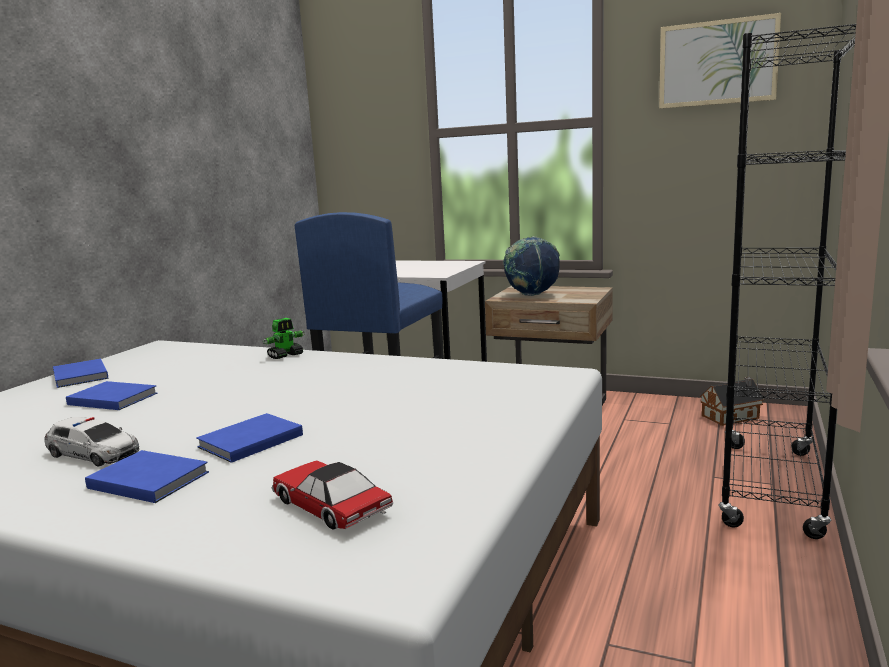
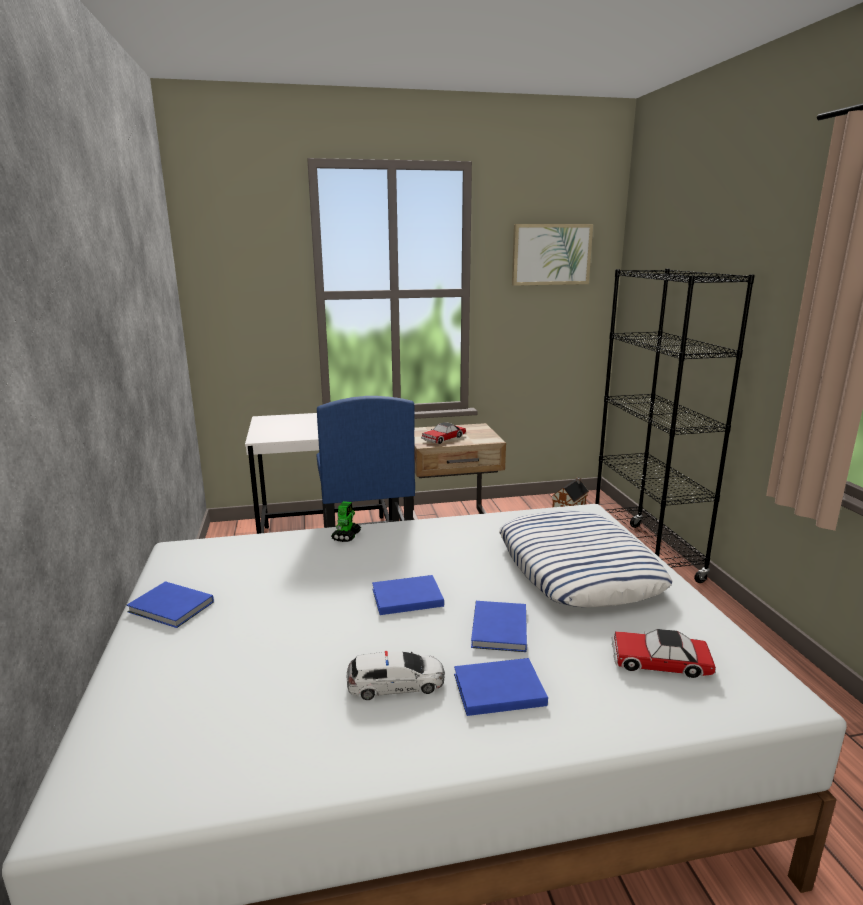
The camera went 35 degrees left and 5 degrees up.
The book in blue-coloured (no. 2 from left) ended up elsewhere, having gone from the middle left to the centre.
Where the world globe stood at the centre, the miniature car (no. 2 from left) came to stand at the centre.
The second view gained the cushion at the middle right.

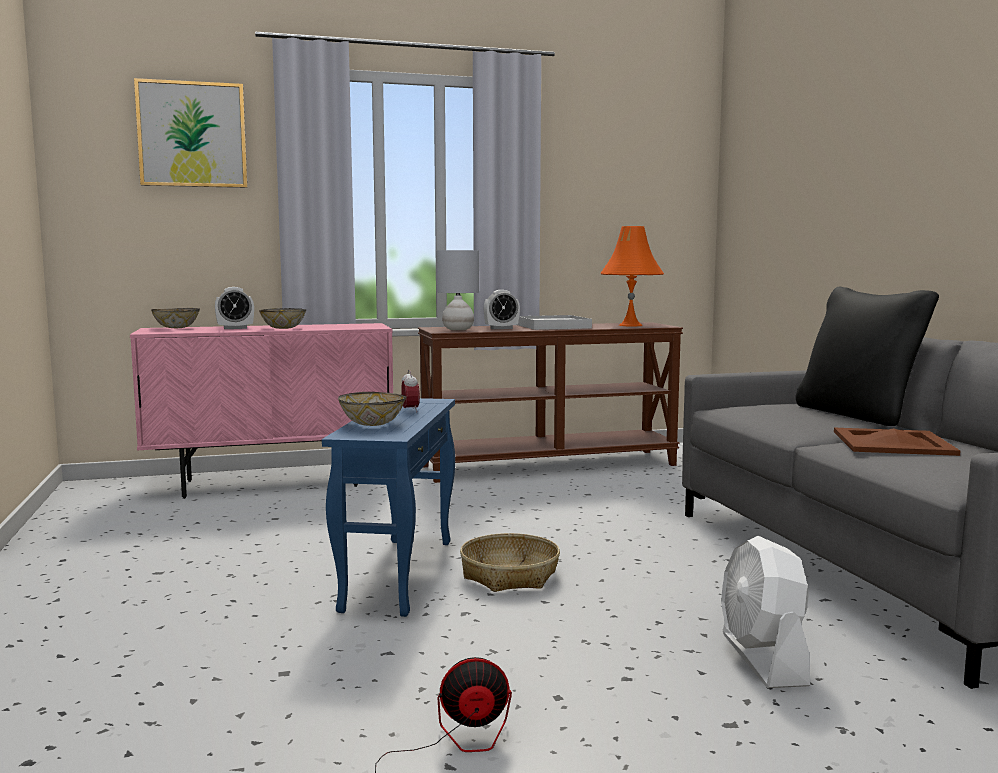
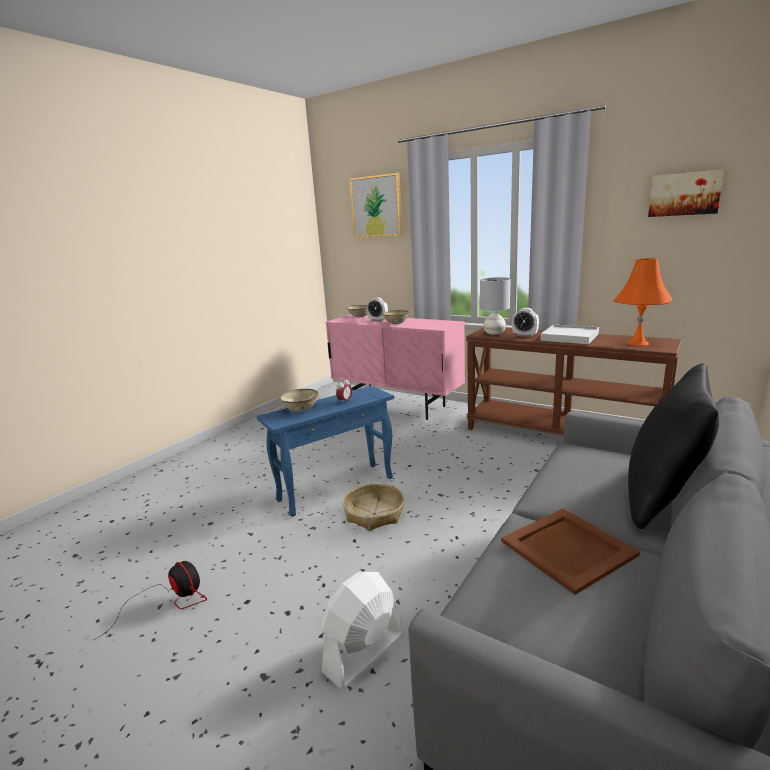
The camera went 50 degrees right and 10 degrees up.
The second view gained the picture (no. 2 from left) at the top right.

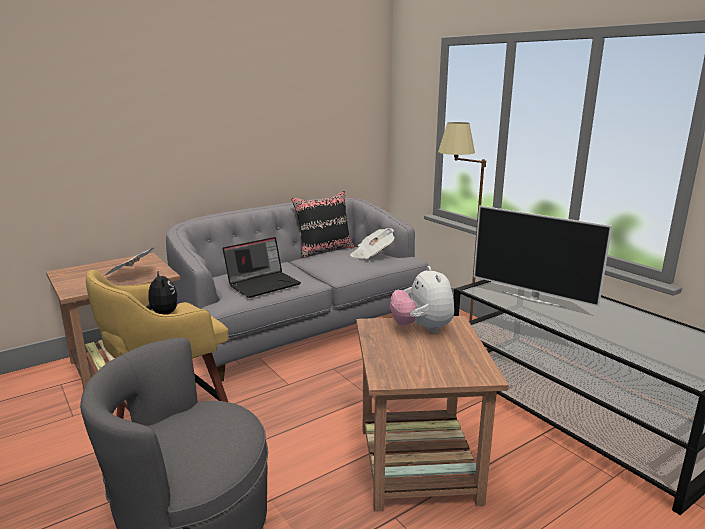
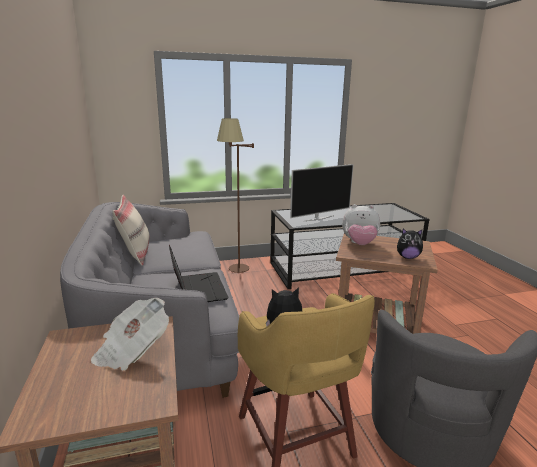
The camera went 70 degrees left and 0 degrees up.
What was the cushion in black at the centre turned into the cushion in beige at the middle left.
The second view gained the soft toy (no. 3 from left) at the middle right.
The second view lost the printed paper (no. 2 from left) at the centre.

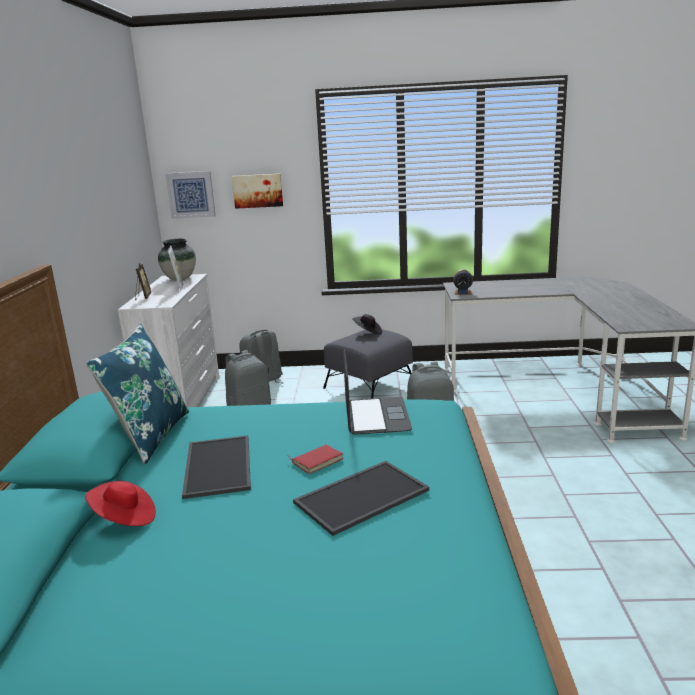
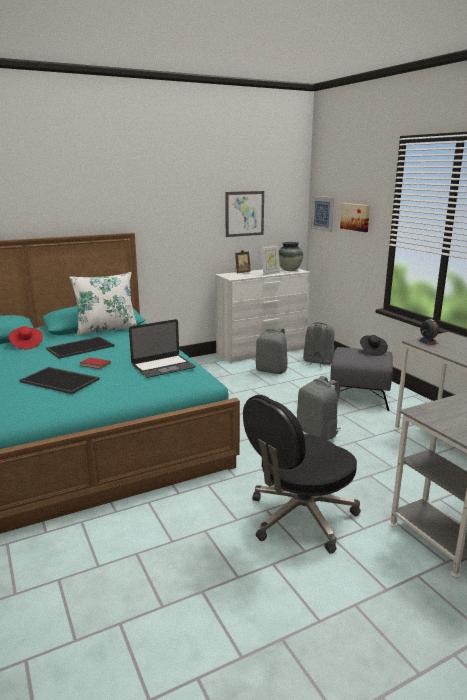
The camera went 60 degrees right and 0 degrees up.
What was the cushion in blue-coloured at the middle left turned into the cushion in white-coloured at the middle left.
The second view gained the picture (no. 1 from left) at the top centre.
The second view gained the desk chair in black at the bottom centre.

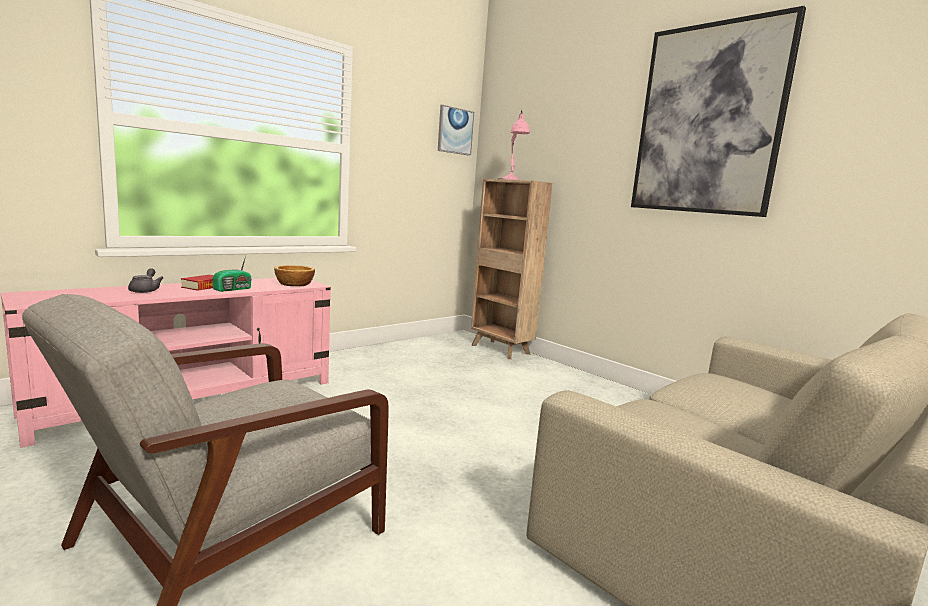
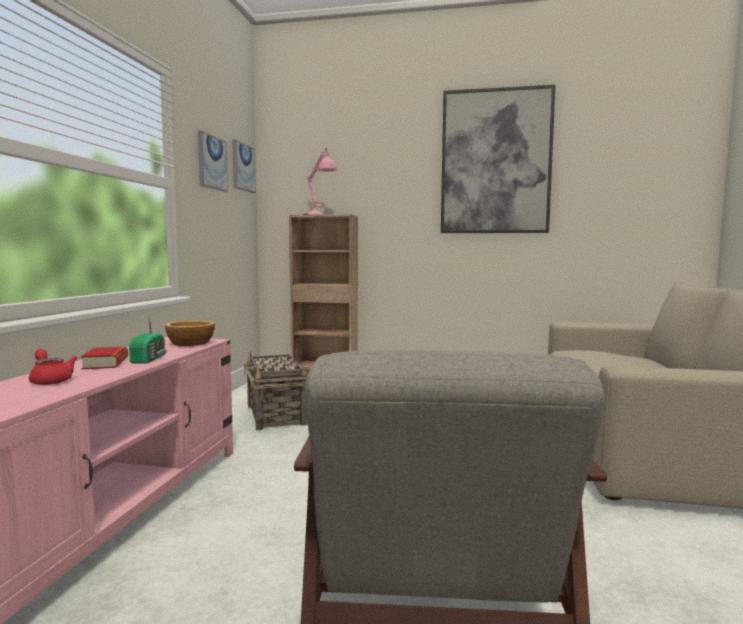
The camera went 35 degrees left and 5 degrees down.
What was the pot for tea in greyish at the middle left turned into the pot for tea in red-coloured at the middle left.
The second view gained the picture (no. 1 from left) at the top left.
The second view gained the basket at the centre.

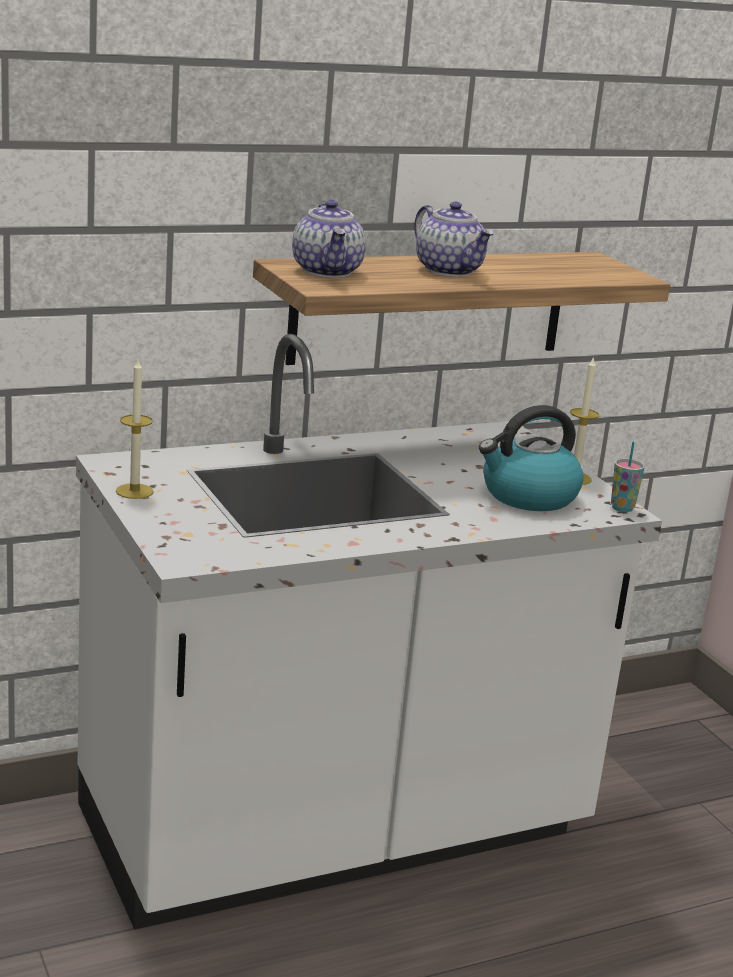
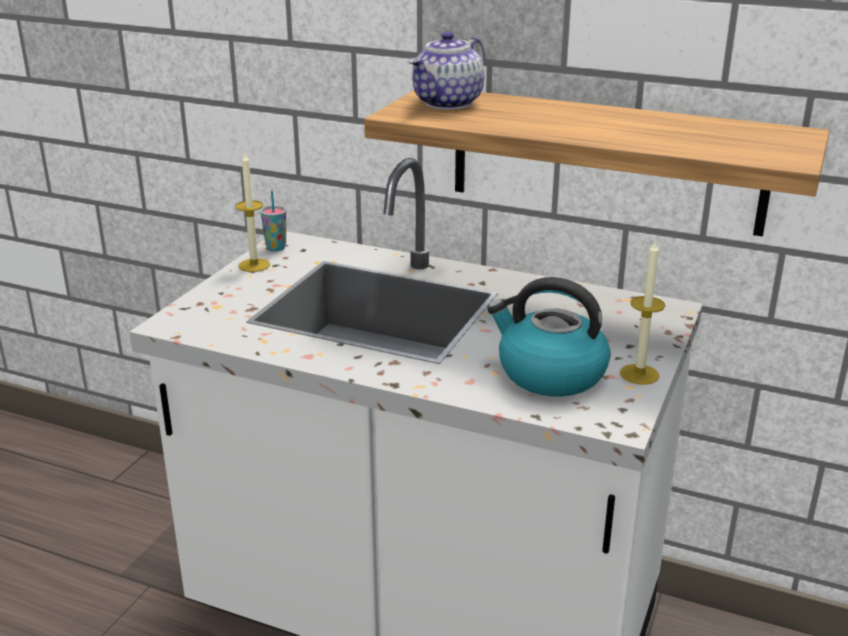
The camera went 50 degrees right and 5 degrees up.
The drinking cup ended up elsewhere, having gone from the middle right to the middle left.
The second view lost the pot for tea (no. 2 from left) at the top centre.

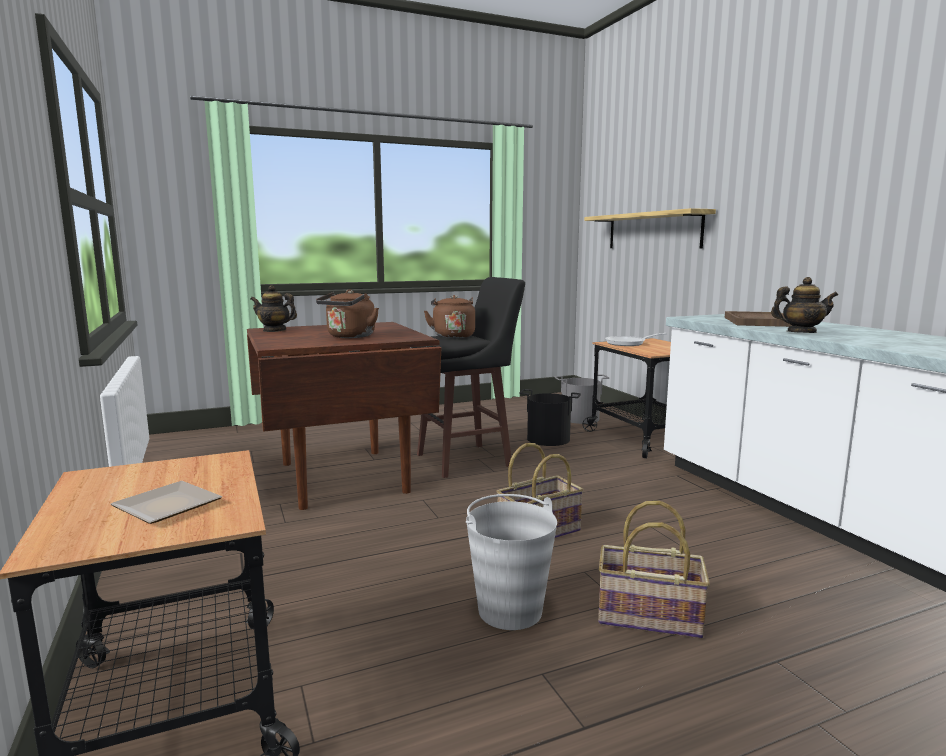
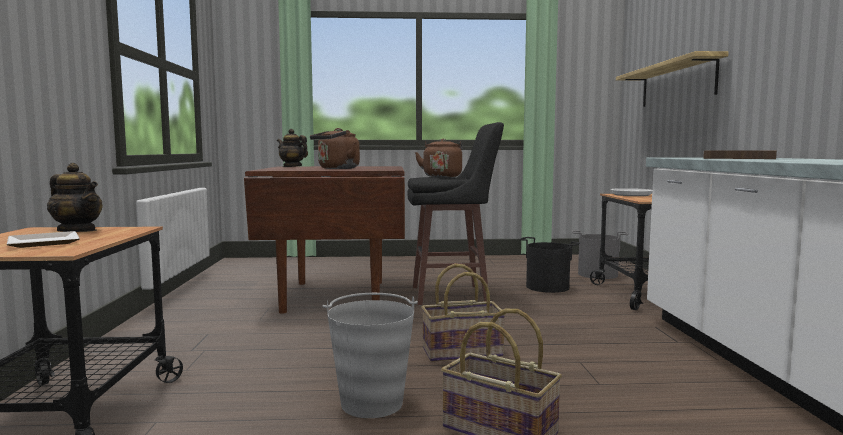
The camera went 20 degrees right and 5 degrees down.
The pot for tea (no. 2 from left in the first image) ended up elsewhere, having gone from the middle right to the middle left.

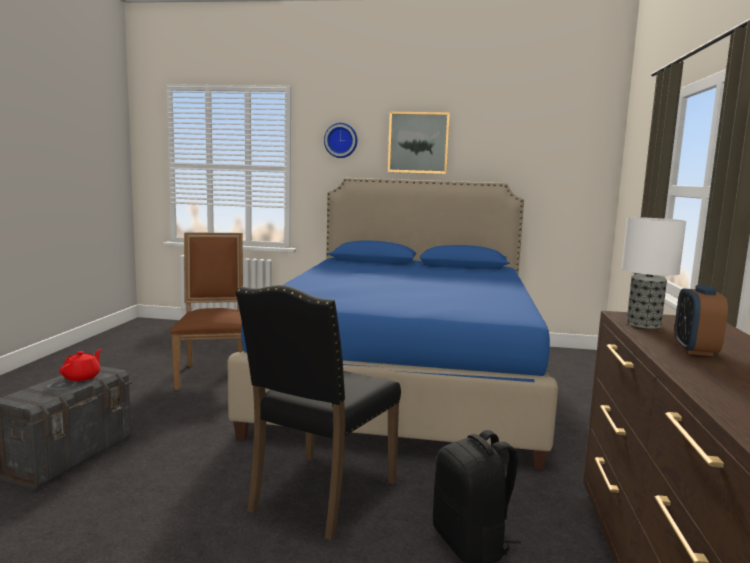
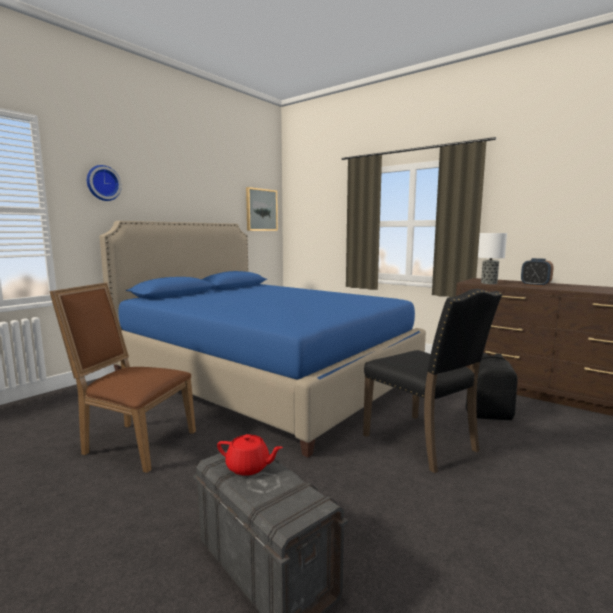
The camera went 60 degrees left and 0 degrees up.
The pot for tea in red-coloured at the middle left ended up facing another way, 150 degrees clockwise from before.
The picture ended up elsewhere, having gone from the top centre to the centre.

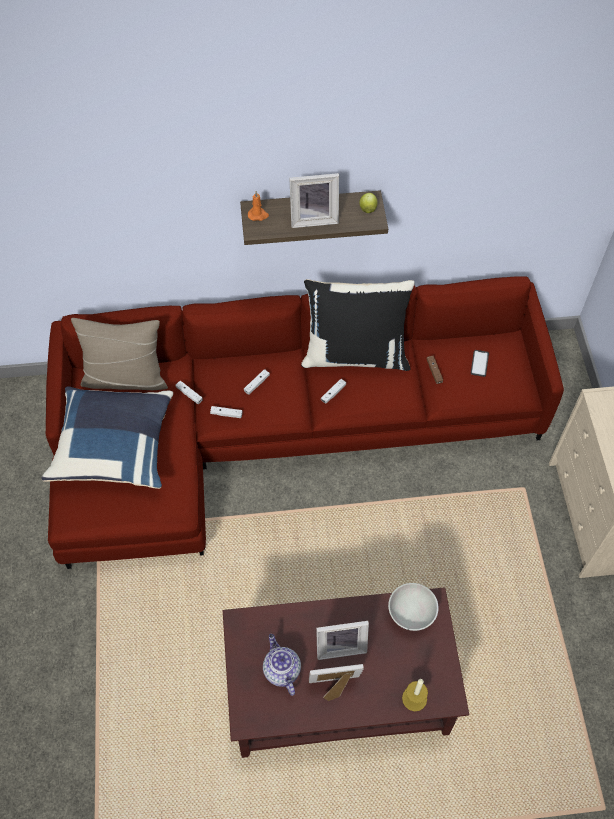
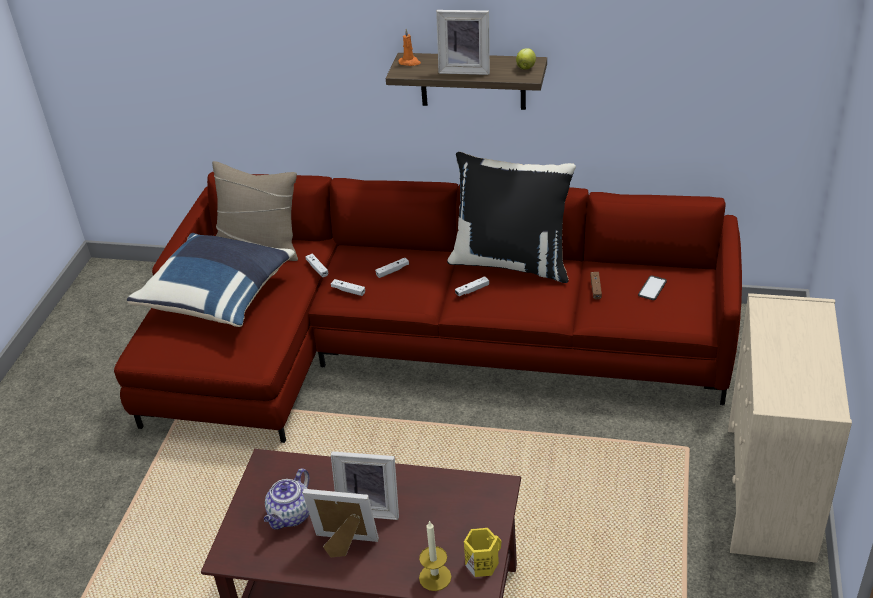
The camera went 20 degrees right and 20 degrees down.
The pot for tea at the bottom centre ended up facing another way, 150 degrees counterclockwise from before.
The second view gained the tea mug in yellow at the bottom centre.
The second view lost the deep dish in white-coloured at the bottom right.

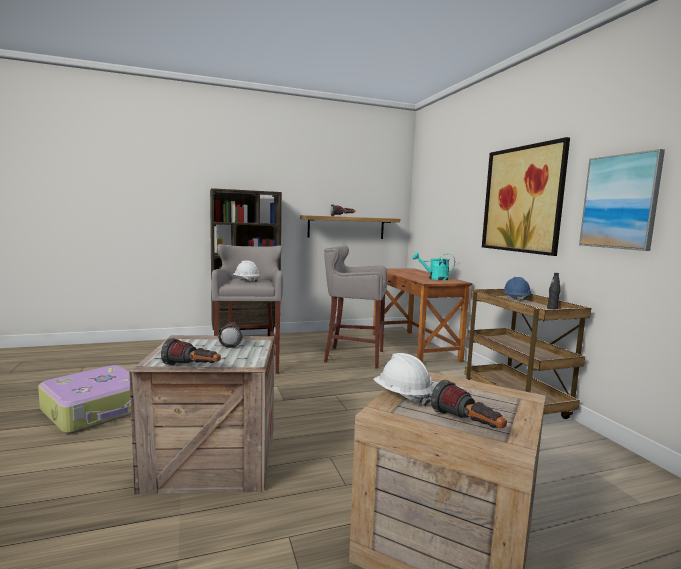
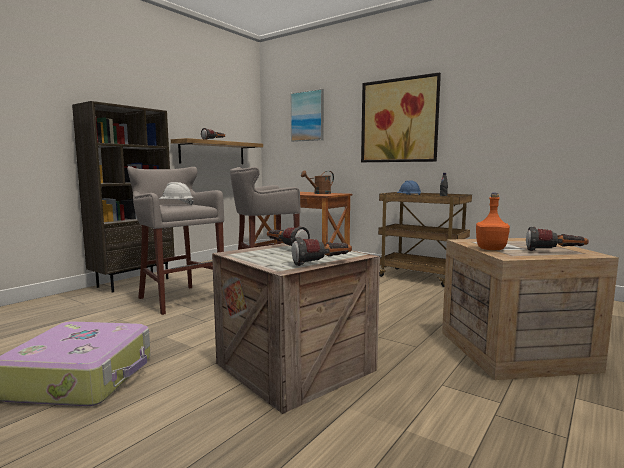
The camera went 35 degrees left and 0 degrees up.
The picture (no. 2 from left in the first image) ended up elsewhere, having gone from the middle right to the top centre.
What was the sprinkling can in turquoise-coloured at the centre turned into the sprinkling can in brown-coloured at the centre.
Where the work helmet in white-coloured (no. 2 from left) stood at the centre, the drink bottle in orange-coloured came to stand at the middle right.

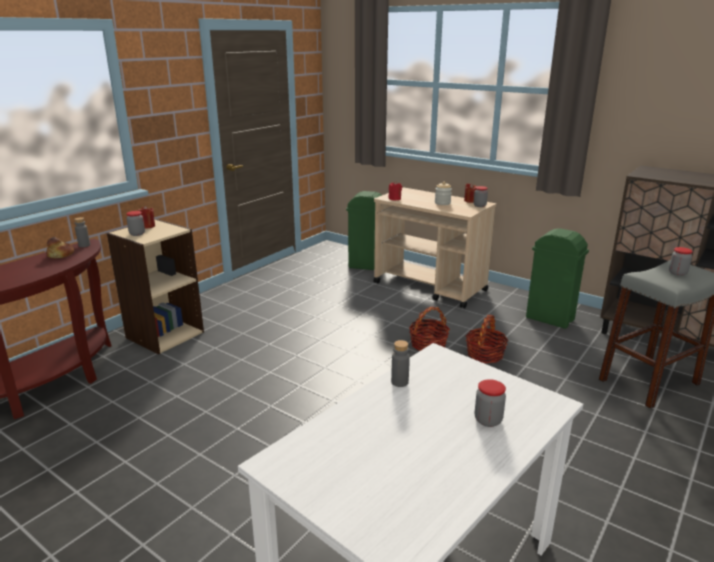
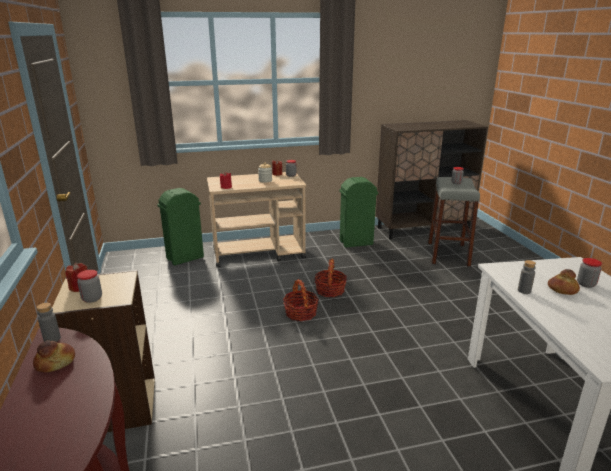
The camera went 50 degrees left and 0 degrees up.
The basket (no. 2 from left in the first image) ended up elsewhere, having gone from the middle right to the centre.
The second view gained the bread (no. 2 from left) at the middle right.

